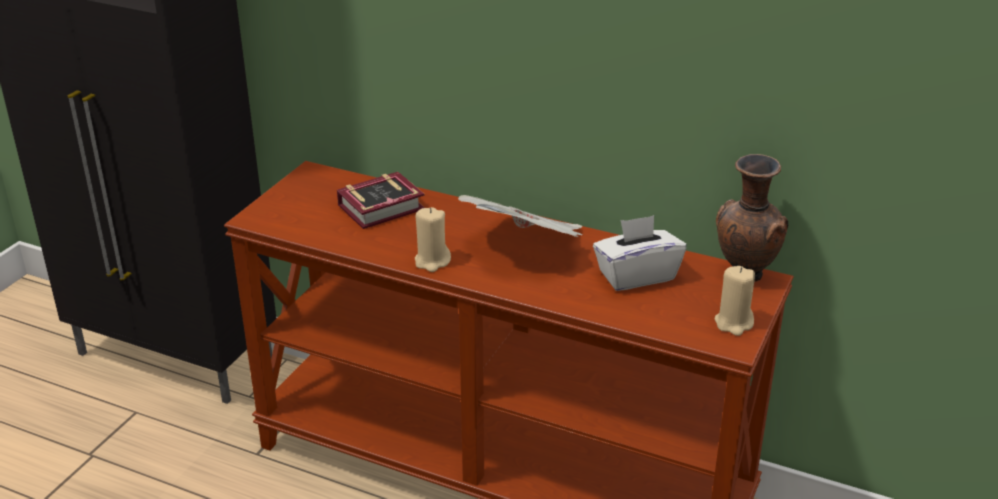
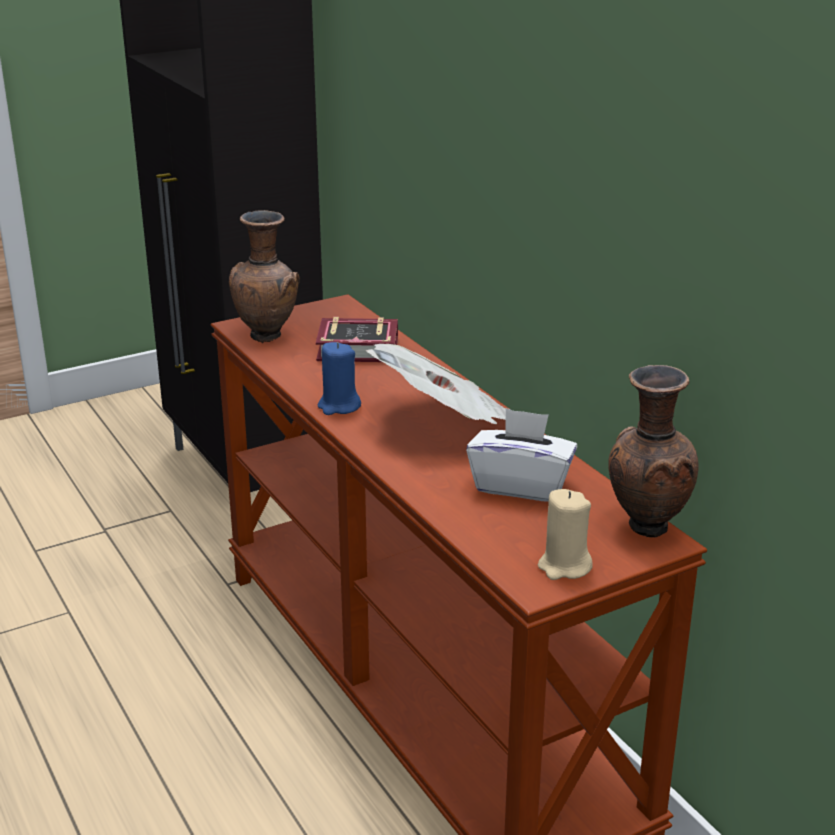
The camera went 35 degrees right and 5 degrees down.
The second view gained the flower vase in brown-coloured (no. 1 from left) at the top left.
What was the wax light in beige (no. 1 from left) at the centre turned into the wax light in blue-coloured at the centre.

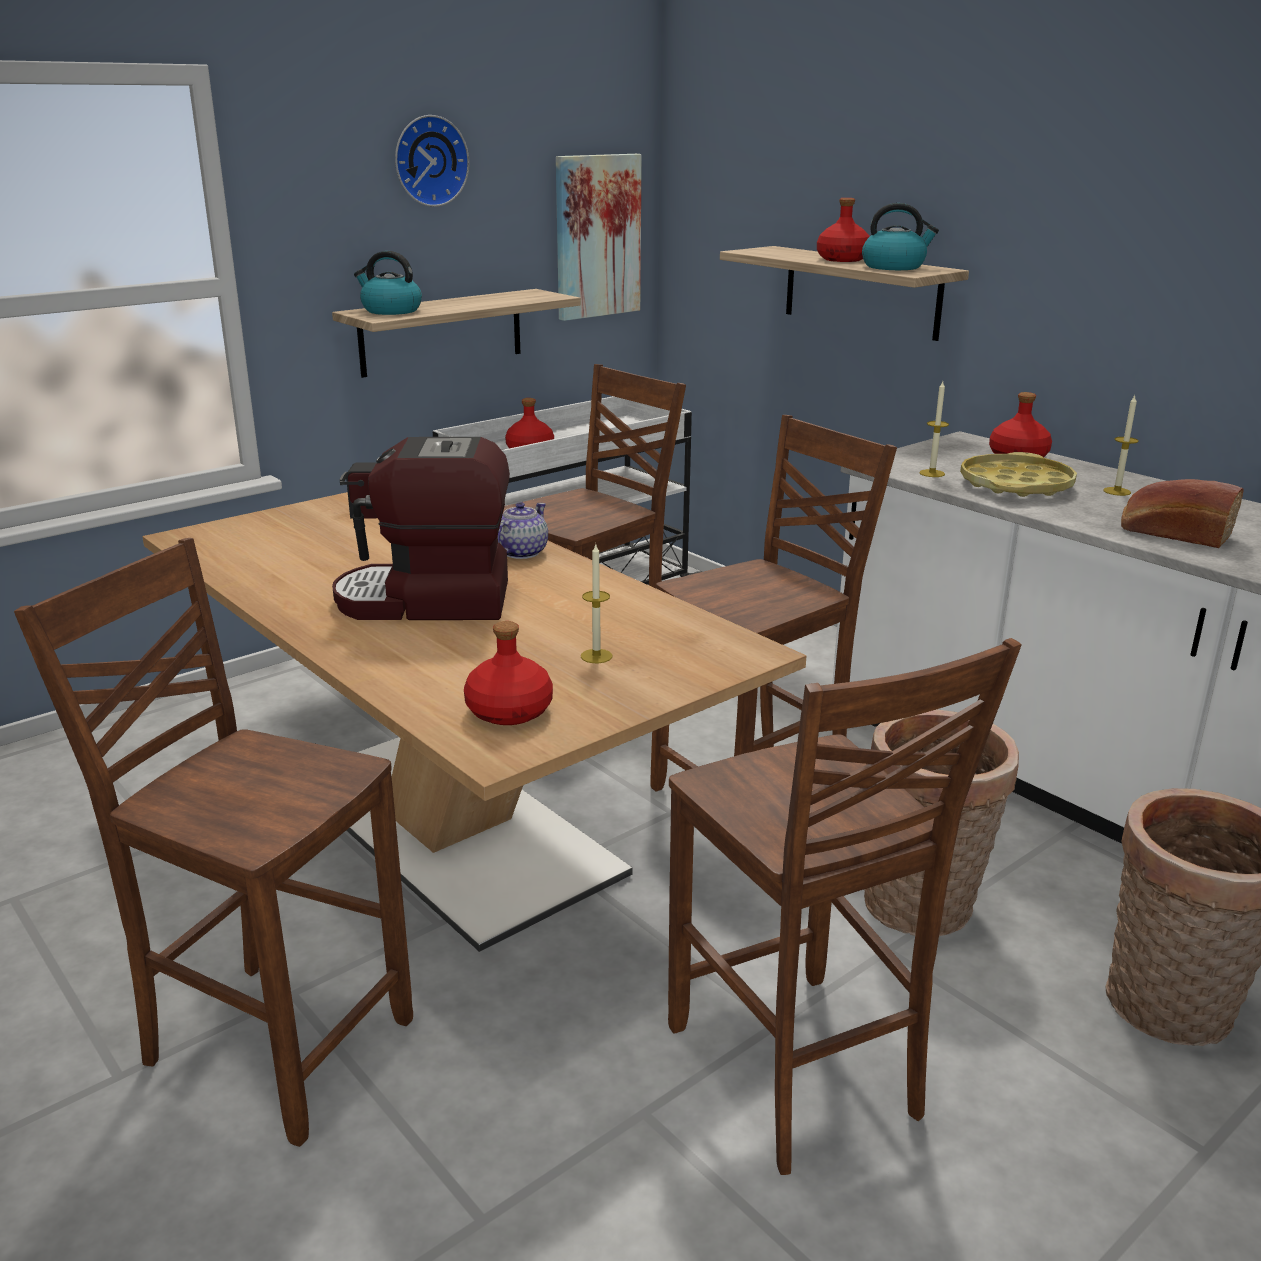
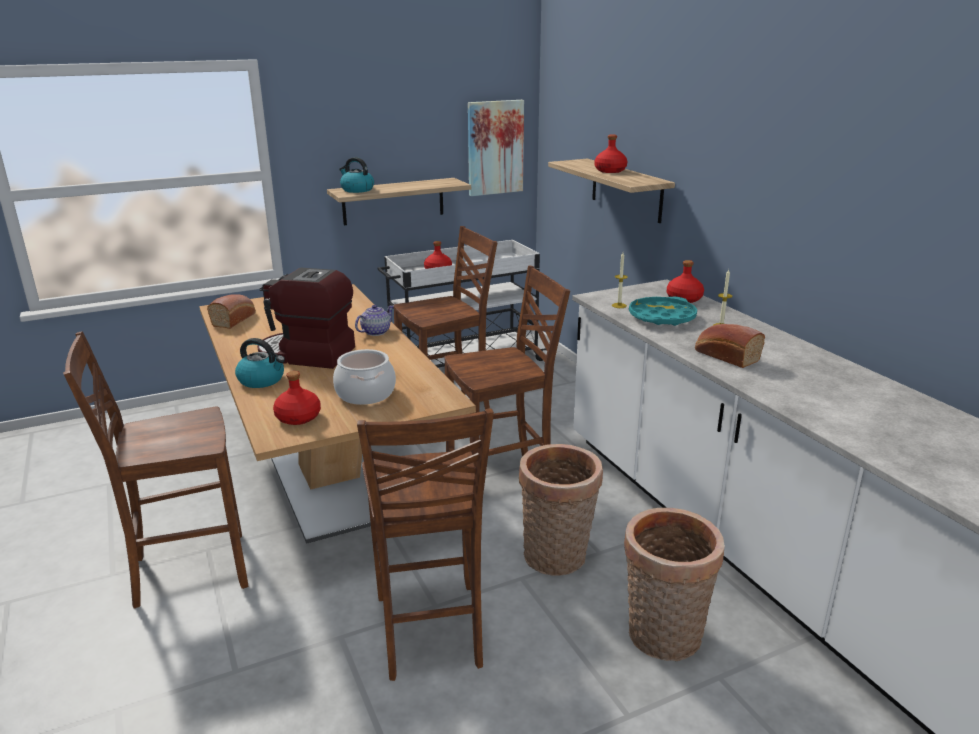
The camera went 15 degrees right and 0 degrees up.
The chair in brown-coloured (no. 1 from left) at the bottom left ended up facing another way, 60 degrees counterclockwise from before.
The second view gained the bread (no. 1 from left) at the middle left.
The kettle (no. 2 from left in the first image) ended up elsewhere, having gone from the top right to the middle left.
Where the wax light (no. 1 from left) stood at the centre, the cooking pot came to stand at the centre.
What was the serving tray in yellow at the middle right turned into the serving tray in turquoise-coloured at the middle right.
The second view lost the clock on the wall at the top centre.

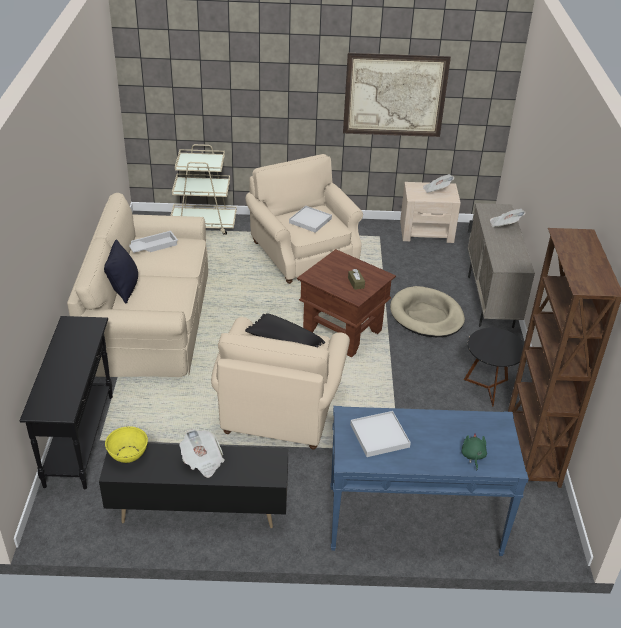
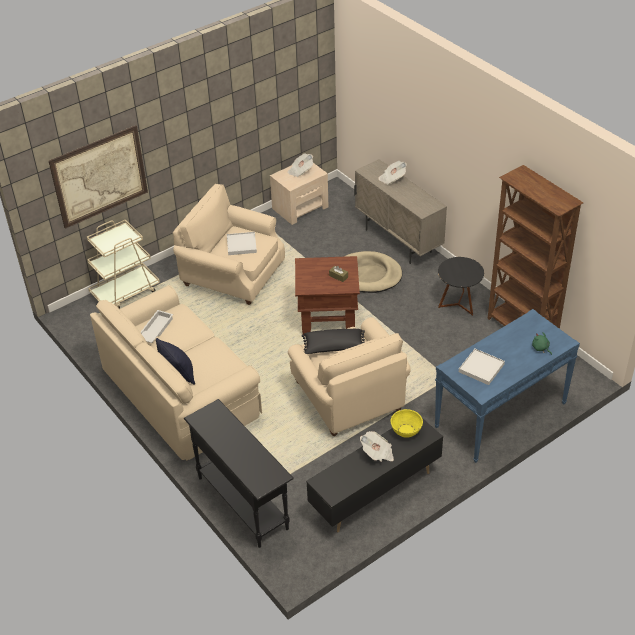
The camera went 35 degrees left and 5 degrees up.
The picture ended up elsewhere, having gone from the top centre to the top left.
The deep dish in yellow ended up elsewhere, having gone from the bottom left to the centre.

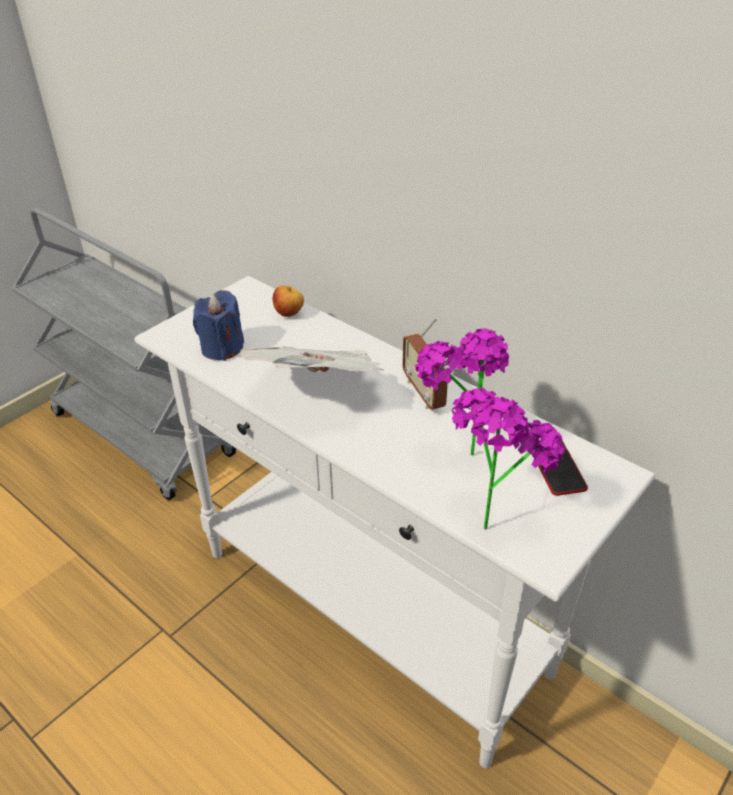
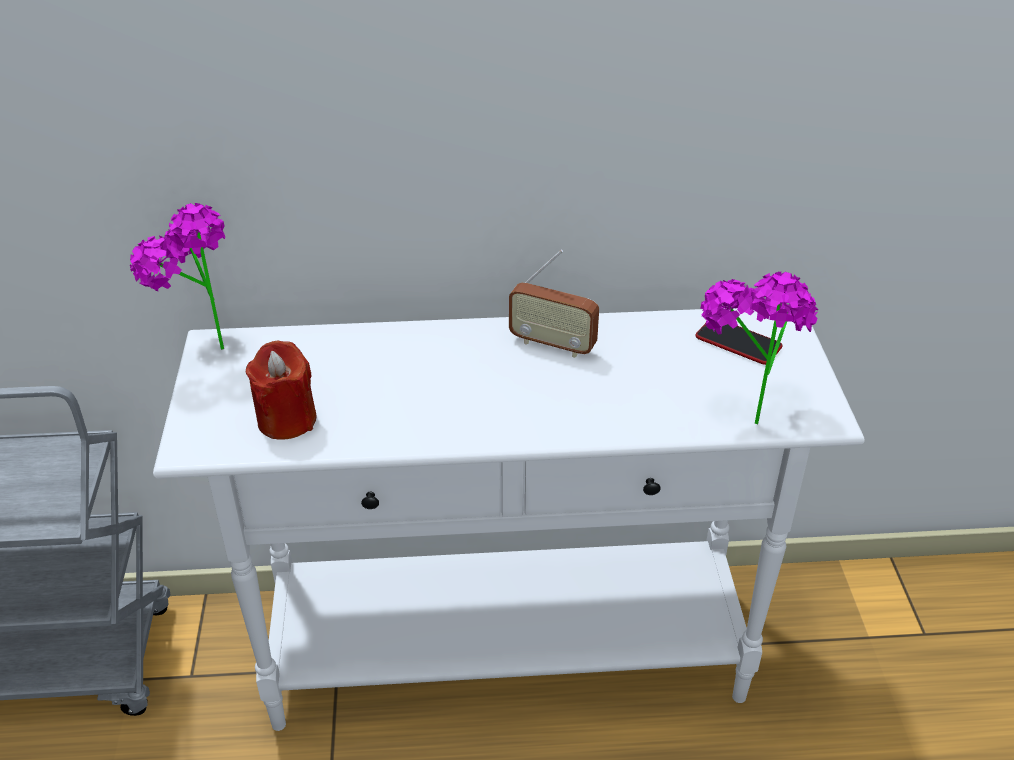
The camera went 45 degrees left and 0 degrees up.
The houseplant (no. 1 from left) ended up elsewhere, having gone from the centre to the middle left.
What was the wax light in blue-coloured at the middle left turned into the wax light in red-coloured at the middle left.
The second view lost the printed paper at the centre.
The second view lost the whole apple at the centre.

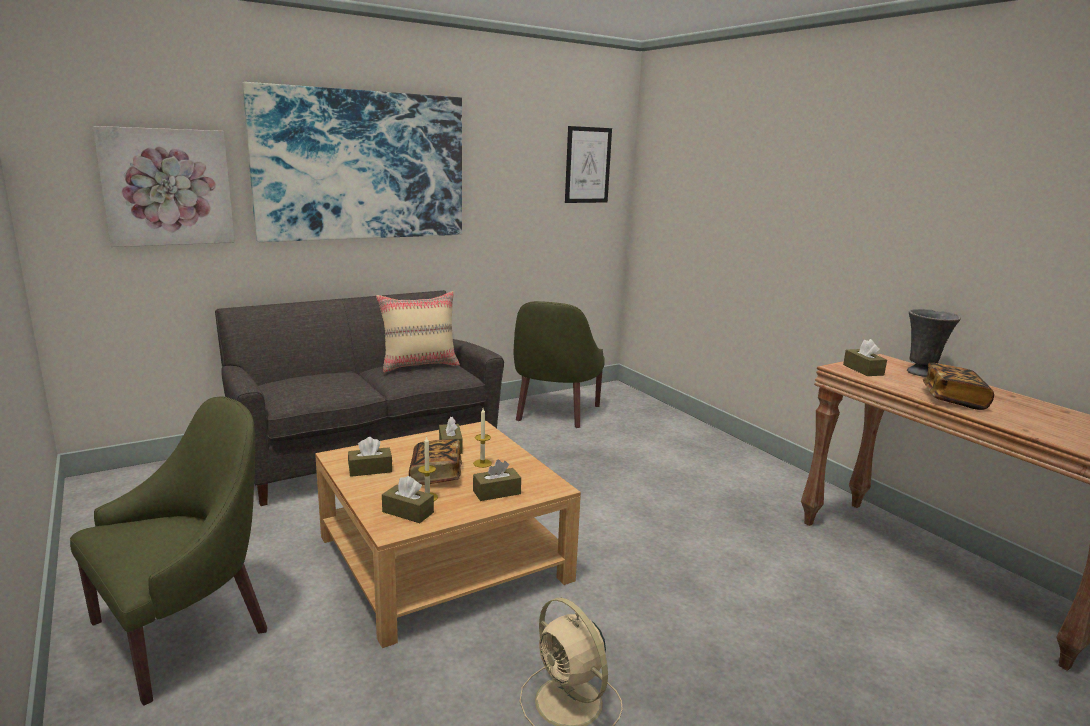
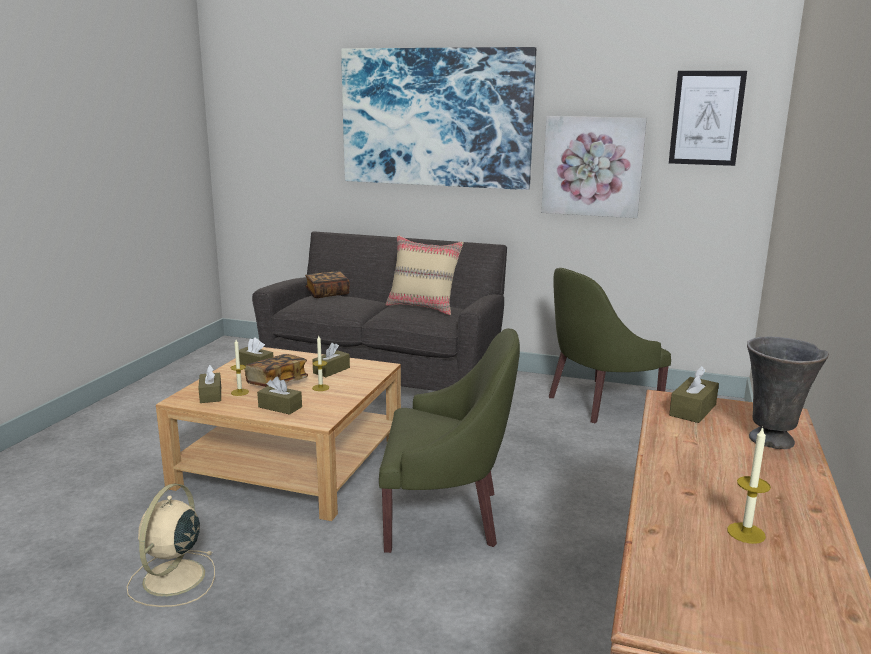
The camera went 50 degrees right and 0 degrees up.
The book (no. 2 from left) ended up elsewhere, having gone from the middle right to the centre.
The armchair in greenish (no. 1 from left) ended up elsewhere, having gone from the bottom left to the bottom centre.
The picture (no. 1 from left in the first image) ended up elsewhere, having gone from the top left to the top right.
The second view gained the wax light (no. 3 from left) at the bottom right.

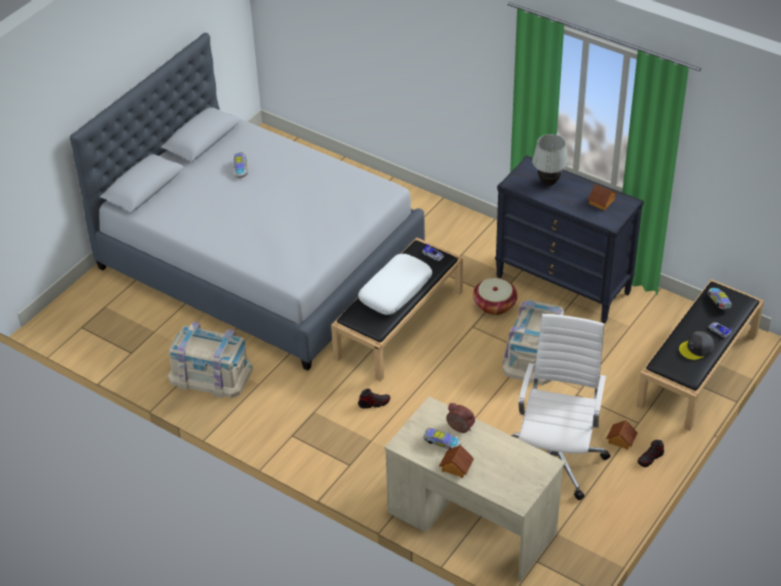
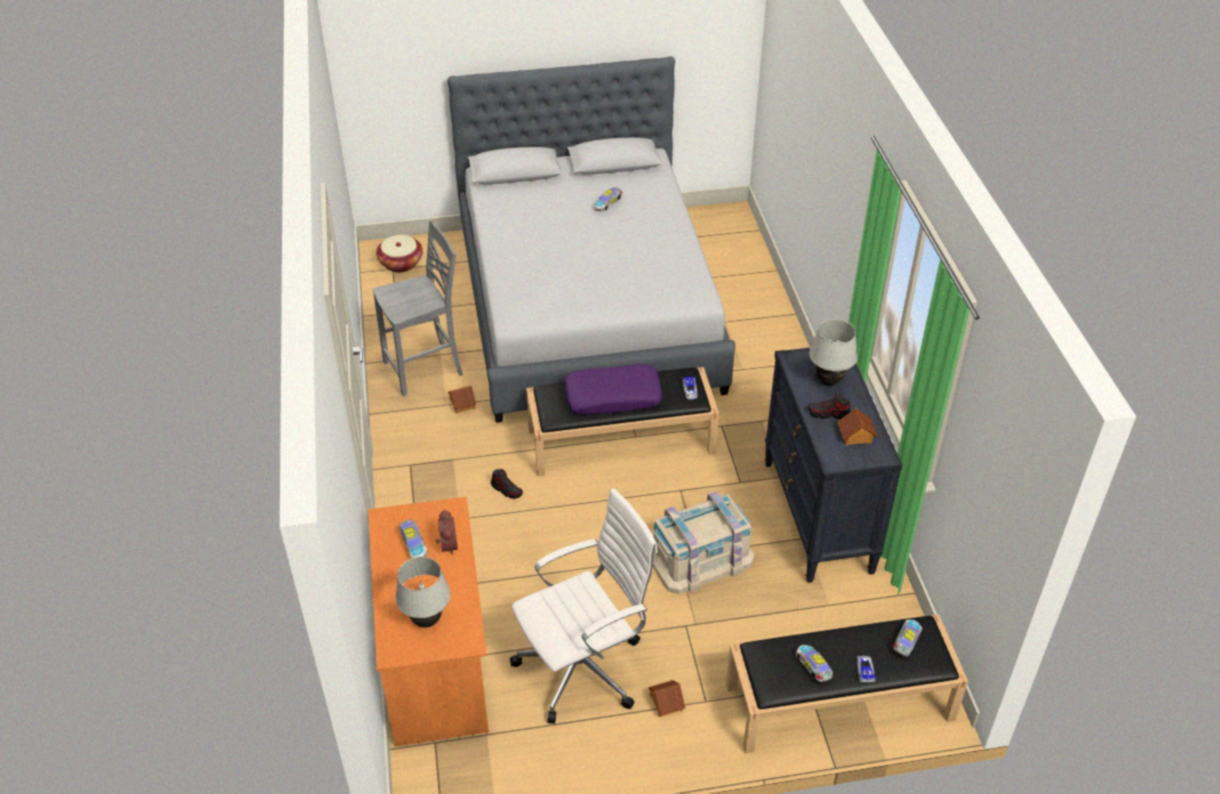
The camera went 45 degrees right and 0 degrees up.
What was the desk table in beige at the bottom centre turned into the desk table in orange-coloured at the bottom centre.
Where the storage box in beige (no. 1 from left) stood at the middle left, the chair in greyish came to stand at the centre.
The basket ended up elsewhere, having gone from the centre to the top left.
The second view gained the tabletop lamp in white-coloured (no. 1 from left) at the bottom centre.
The miniature house (no. 1 from left) ended up elsewhere, having gone from the bottom centre to the centre.
What was the cushion in white-coloured at the centre turned into the cushion in purple at the centre.
Where the peaked cap in greyish stood at the middle right, the miniature car (no. 4 from left) came to stand at the bottom right.
The low shoe (no. 2 from left) ended up elsewhere, having gone from the bottom right to the middle right.

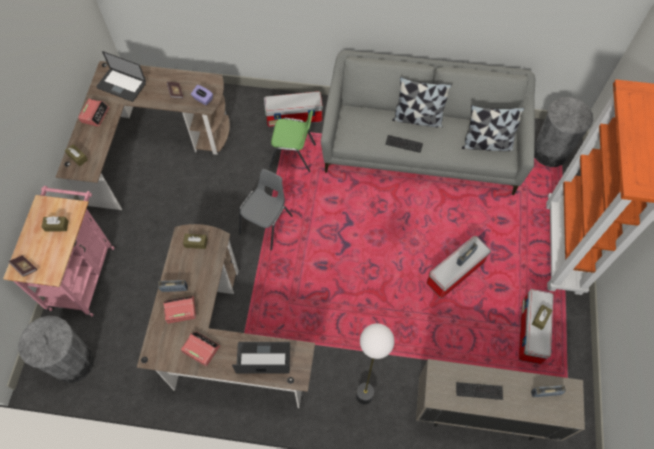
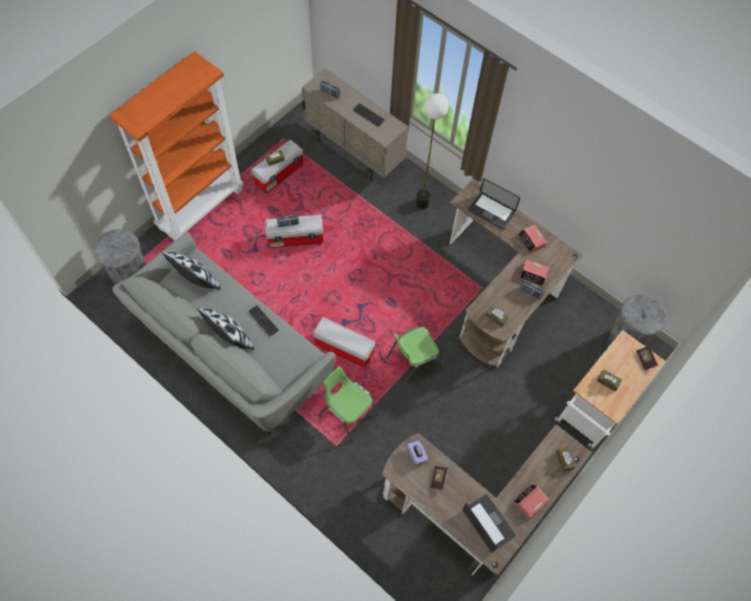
The camera went 150 degrees left and 0 degrees up.
The storage box (no. 1 from left in the first image) ended up elsewhere, having gone from the top centre to the centre.
What was the chair in greyish at the centre turned into the chair in greenish (no. 2 from left) at the centre.
What was the trolley in pink at the middle left turned into the trolley in white-coloured at the middle right.

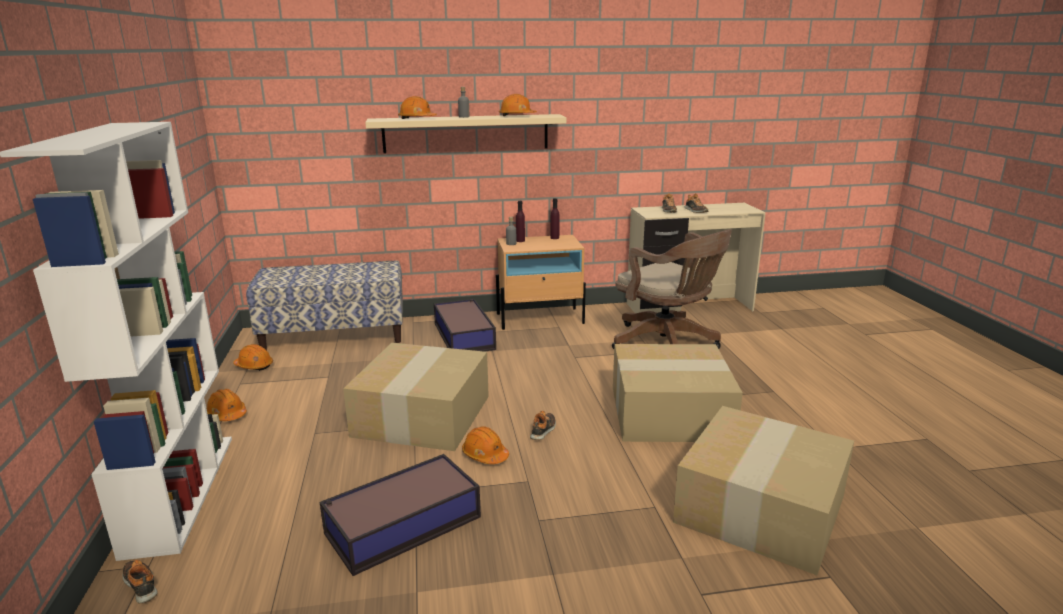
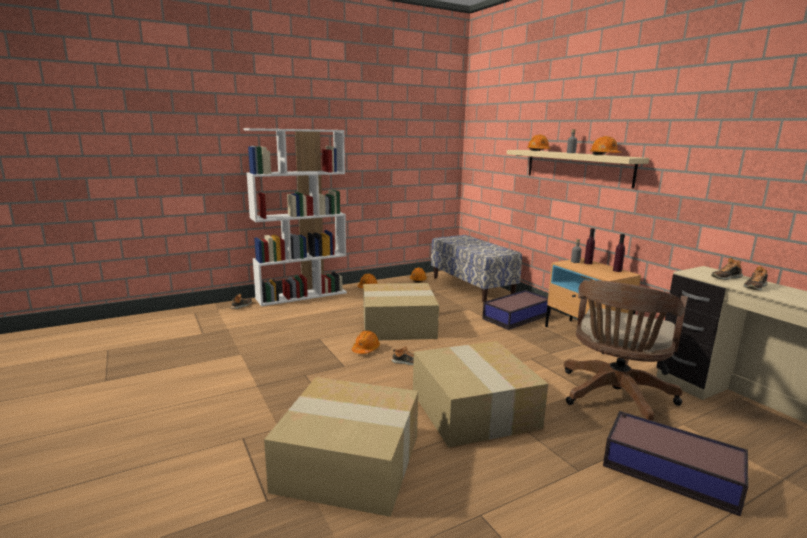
The camera went 70 degrees right and 5 degrees down.
The storage box (no. 1 from left in the first image) ended up elsewhere, having gone from the bottom centre to the bottom right.

